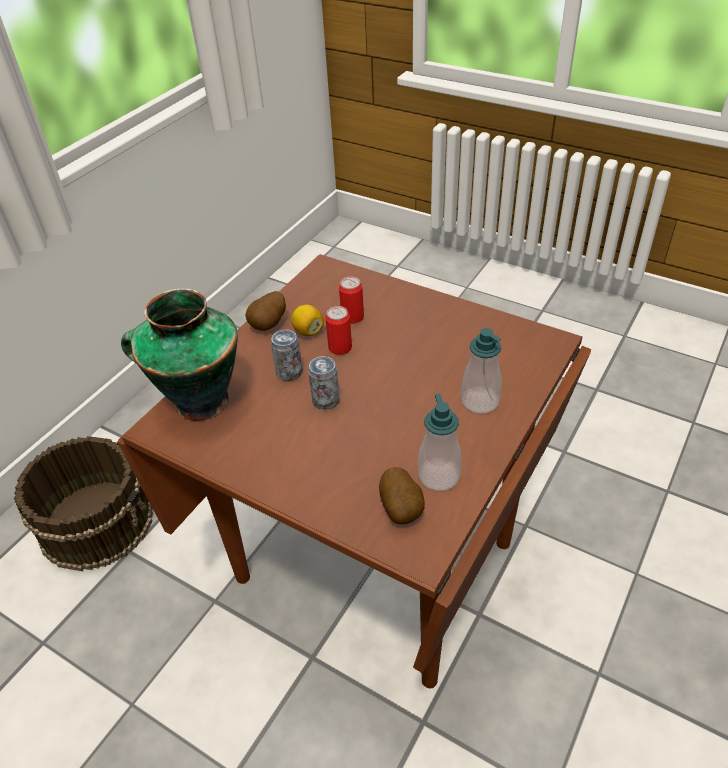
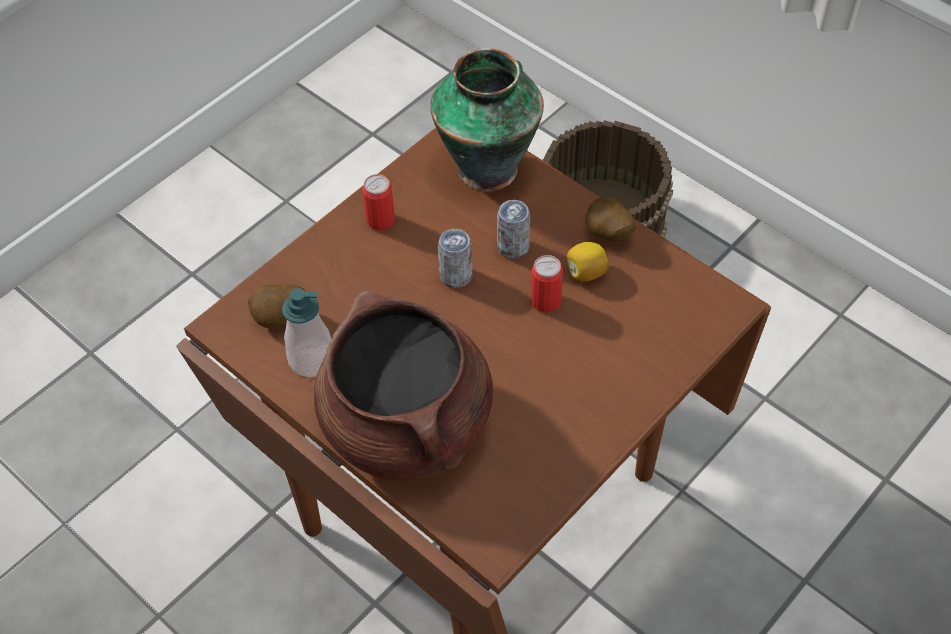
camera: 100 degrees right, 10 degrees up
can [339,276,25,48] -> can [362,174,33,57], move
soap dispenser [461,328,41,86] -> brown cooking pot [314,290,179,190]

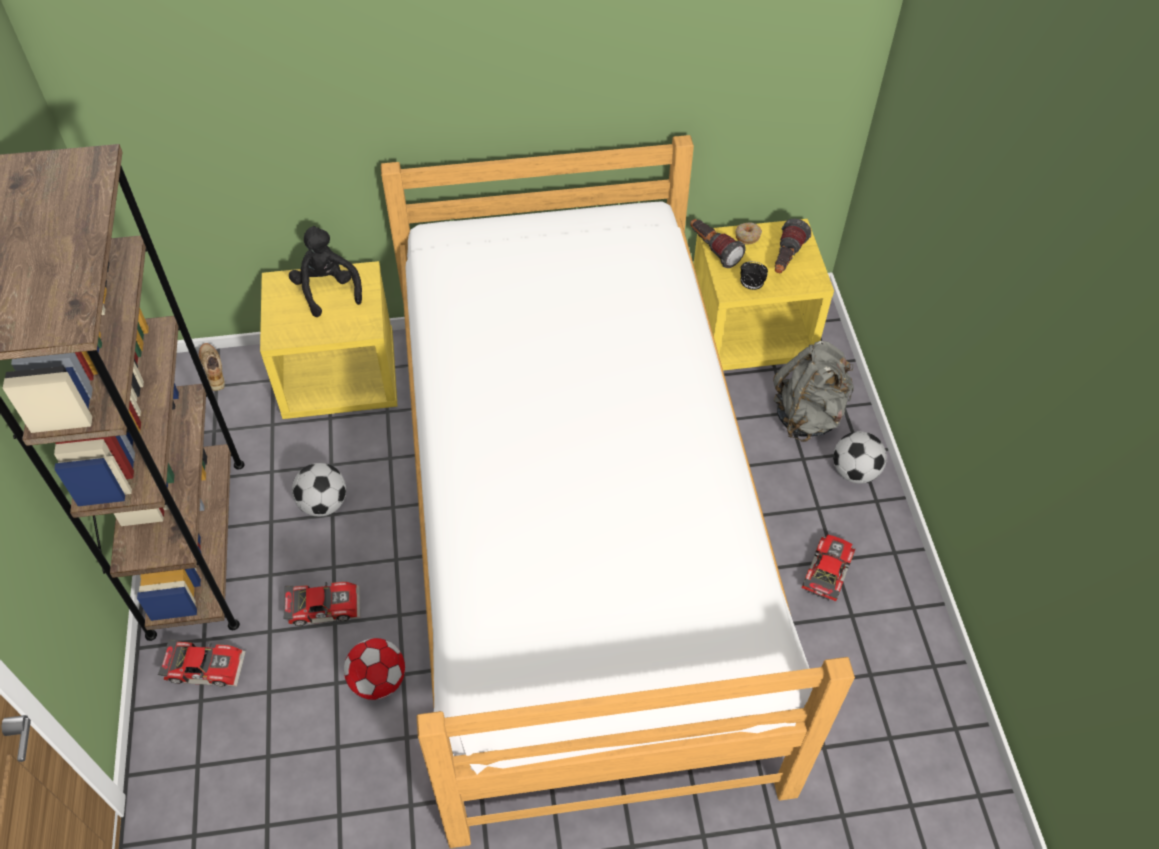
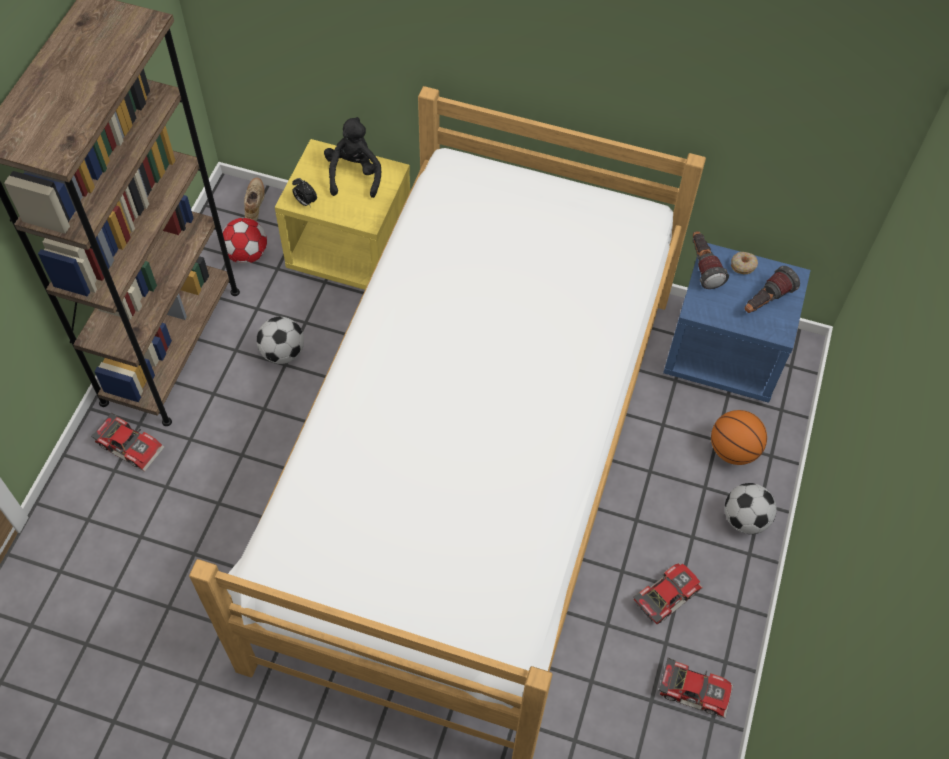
camera: 25 degrees right, 5 degrees up
yellow nightstand [694,219,140,152] -> blue nightstand [663,243,148,160]
alarm clock [741,261,27,29] -> alarm clock [292,178,25,29], move
grey backpack [773,341,81,101] -> basketball [711,410,56,55]
toy car [283,582,77,44] -> toy car [659,658,74,60], move
football [344,638,61,62] -> football [222,218,45,46], move

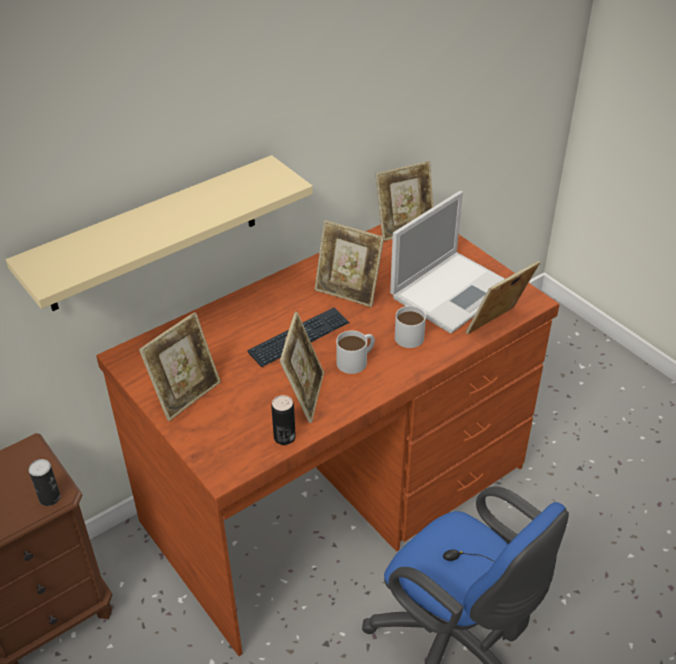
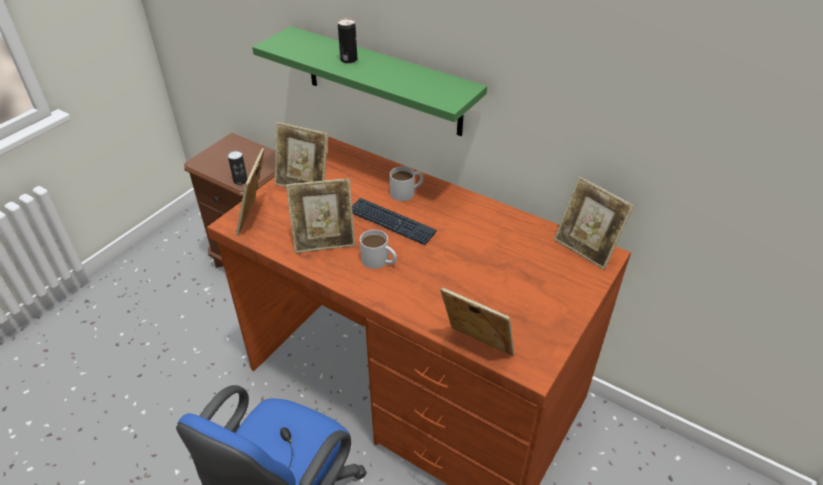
camera: 70 degrees right, 0 degrees up
beige shelf [6,155,307,156] -> green shelf [252,26,235,110]
laptop [390,191,115,143] -> none
picture frame [315,220,69,87] -> picture frame [236,148,28,88], move
white mug [395,304,31,44] -> white mug [390,166,33,35], move
can [271,395,25,50] -> can [338,18,19,46], move

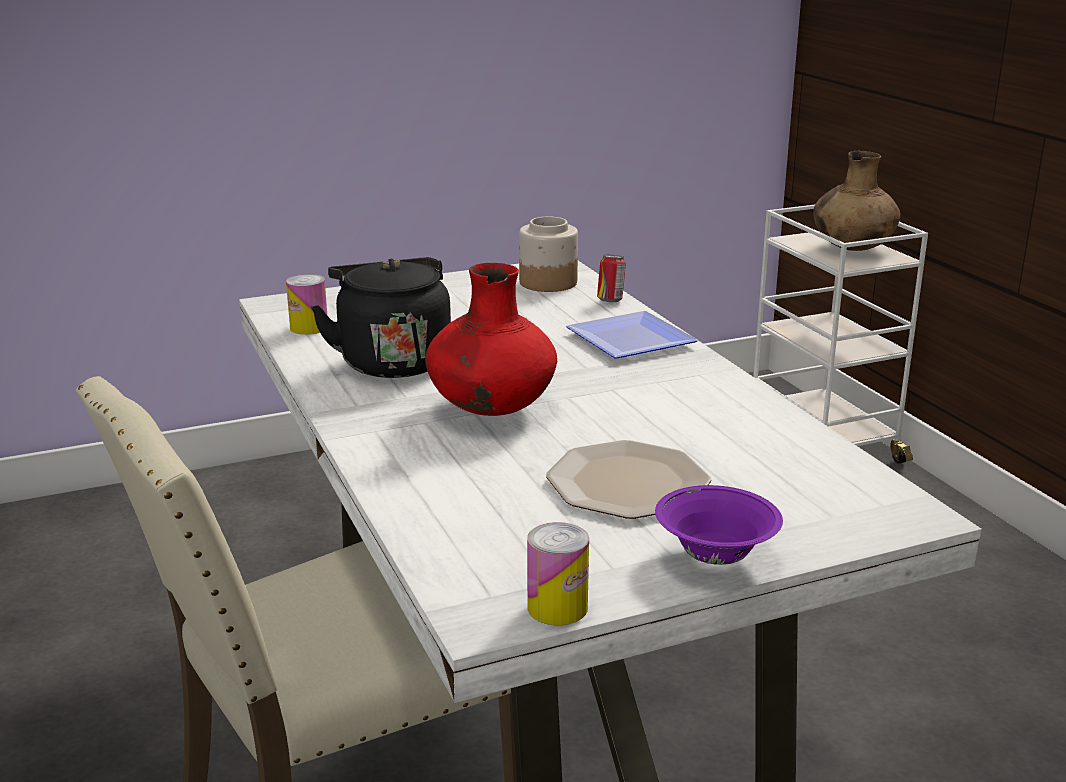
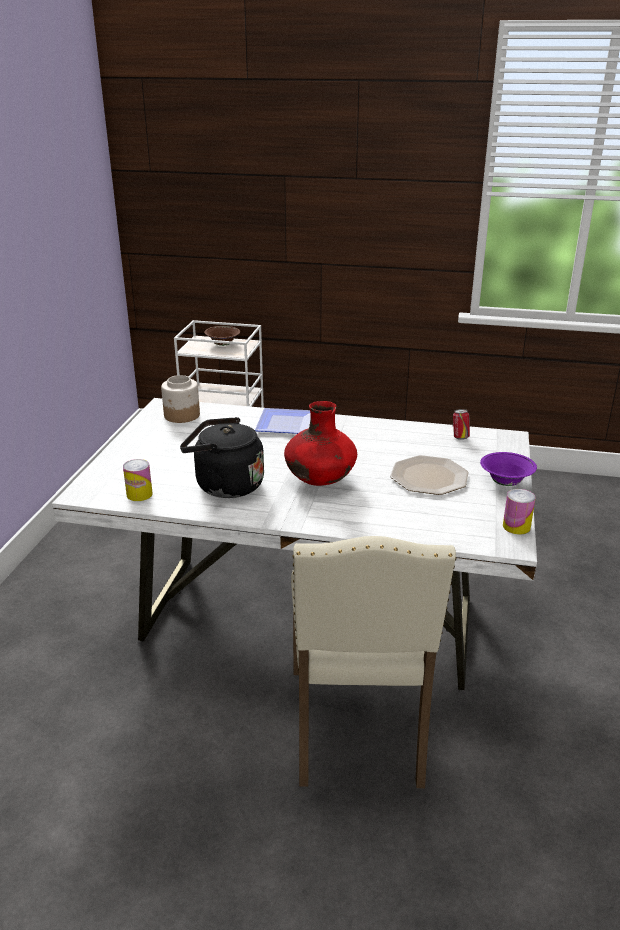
camera: 55 degrees left, 5 degrees up
brown vase [813,151,87,100] -> brown bowl [204,326,36,20]
can [597,255,29,47] -> can [453,409,17,31], move

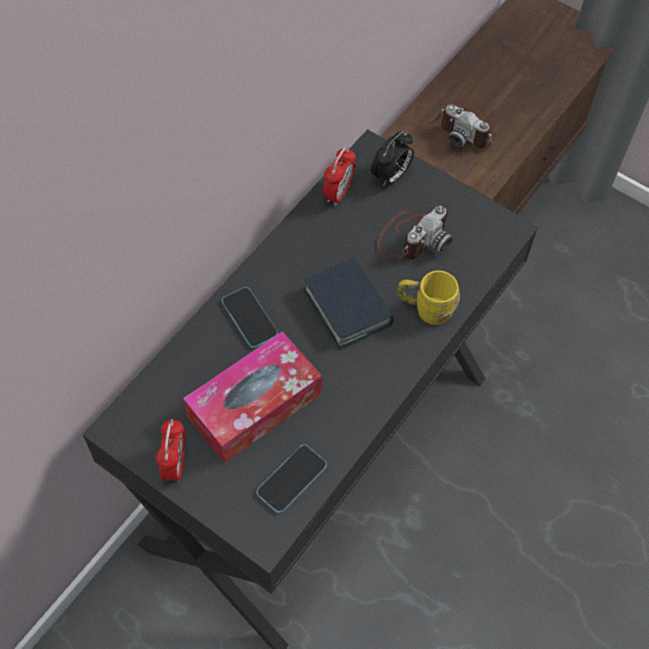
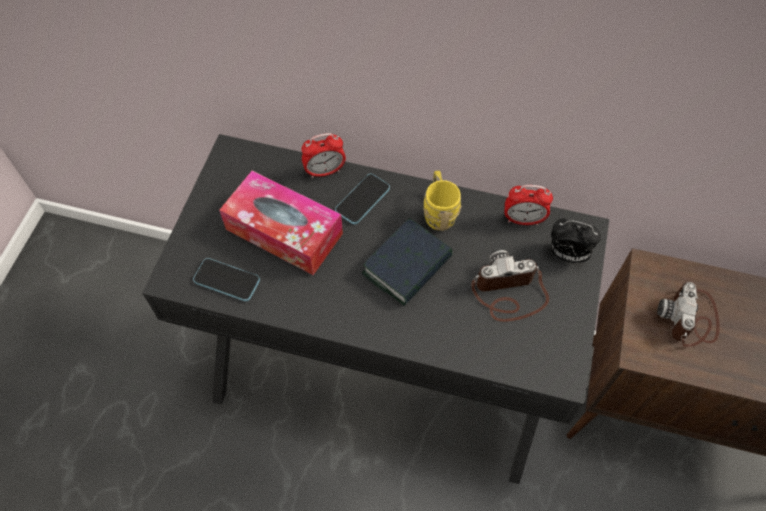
camera: 70 degrees right, 0 degrees up
photo camera [377,206,76,54] -> photo camera [471,249,78,73], 150 degrees clockwise
yellow mug [397,271,63,54] -> yellow mug [423,171,39,60], move
alarm clock [156,419,30,63] -> alarm clock [301,133,45,45], move

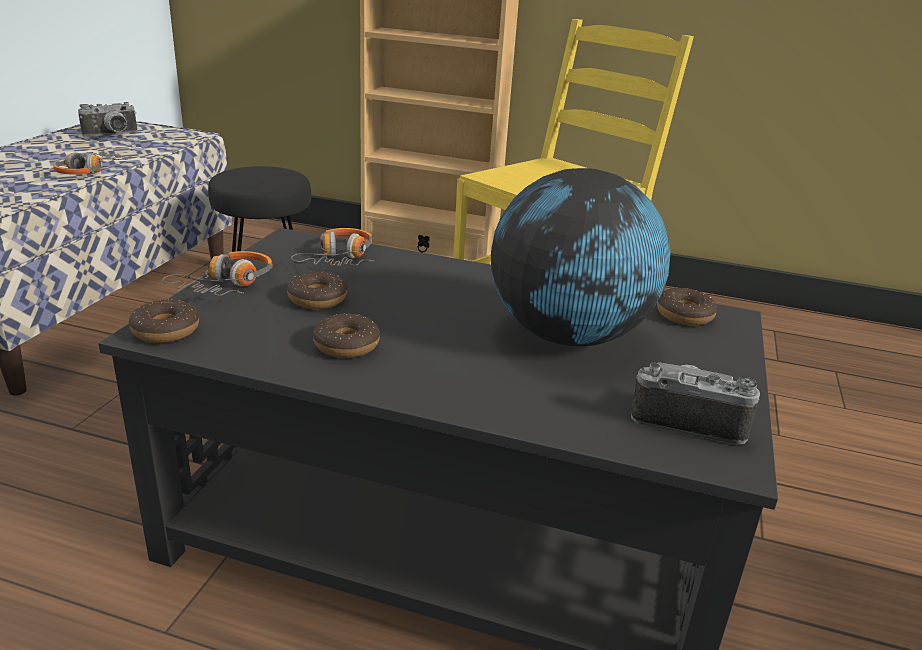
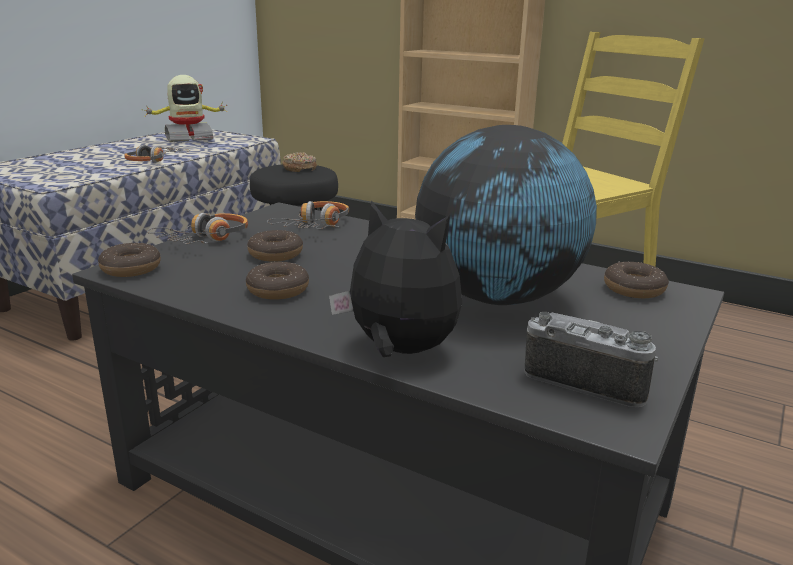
camera: 15 degrees right, 5 degrees down
photo camera [78,102,59,35] -> toy robot [145,75,82,67]
none -> donut [282,152,35,20]
none -> plush toy [329,200,133,157]

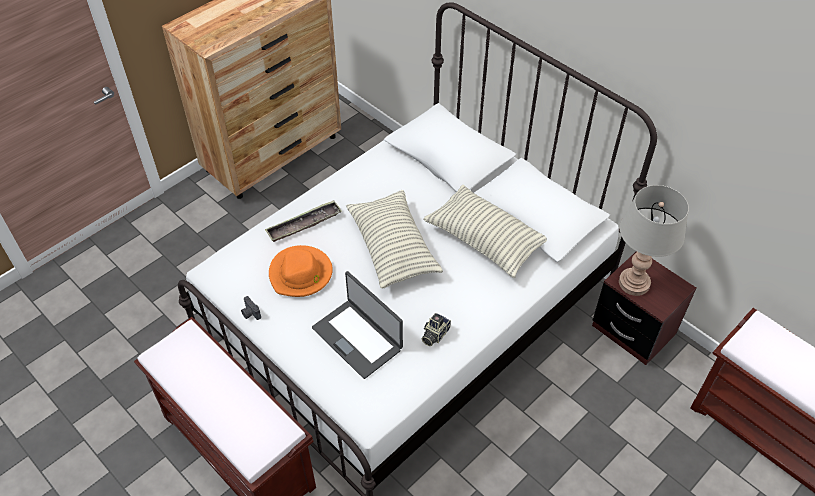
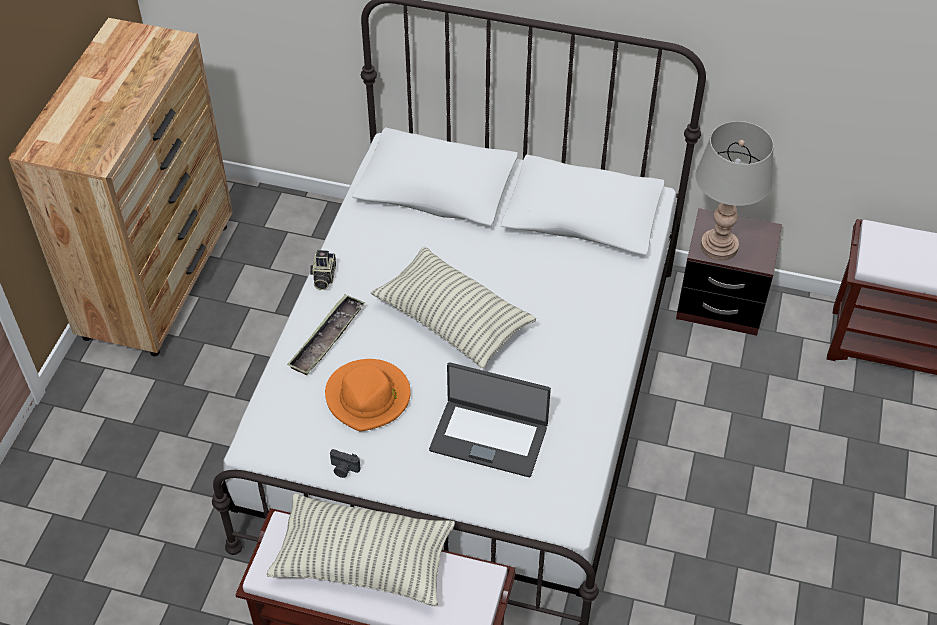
camera: 30 degrees left, 0 degrees up
pillow [423,185,124,93] -> pillow [267,494,188,112], move
photo camera [422,313,29,33] -> photo camera [310,250,26,40], move

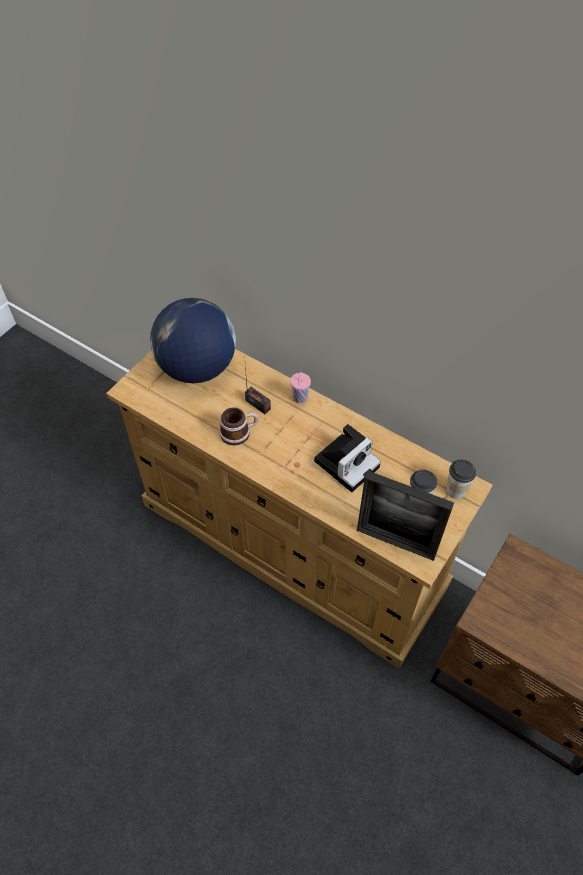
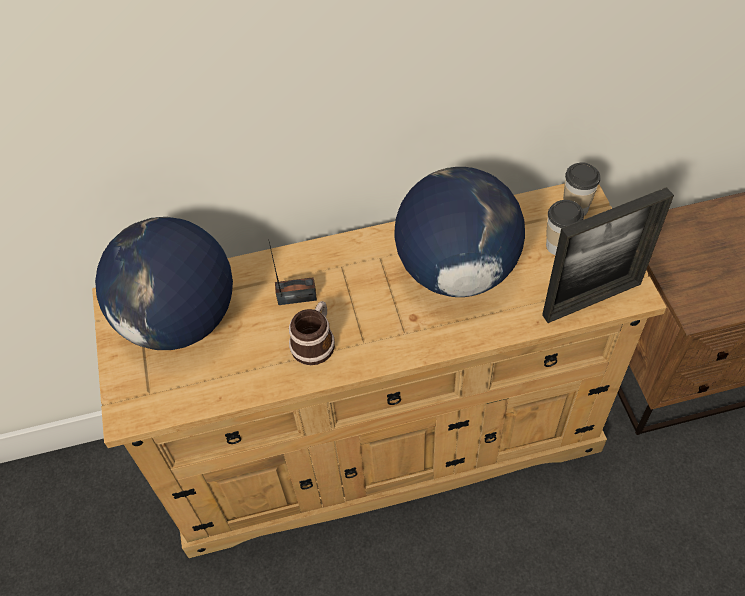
camera: 45 degrees left, 0 degrees up
pink cup [290,372,21,31] -> none
photo camera [314,424,67,68] -> globe [394,167,131,130]

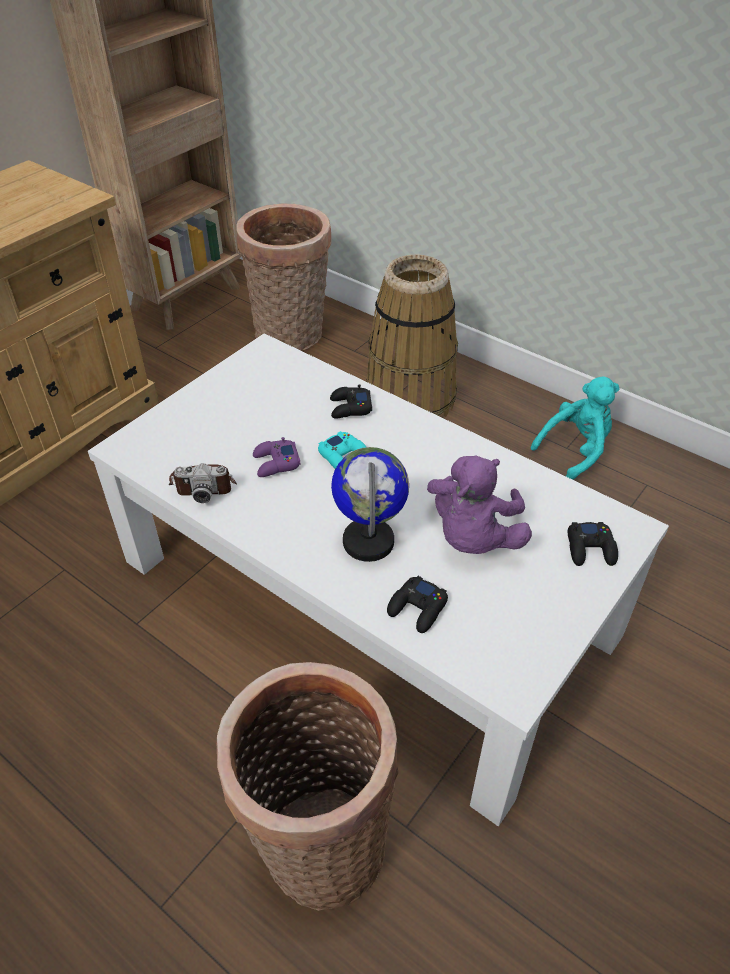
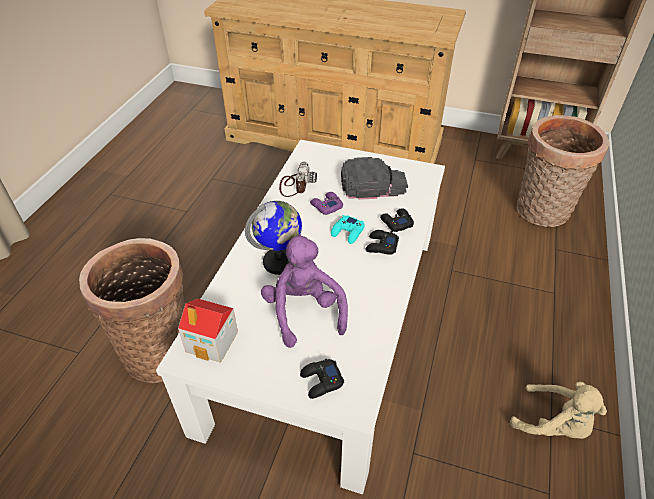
camera: 70 degrees right, 0 degrees up
basket [366,254,92,163] -> none
turquoise plush toy [531,376,89,104] -> beige plush toy [510,381,97,58]
purple plush toy [427,455,105,99] -> purple plush toy [261,234,87,114], 75 degrees clockwise
photo camera [168,463,69,40] -> photo camera [279,161,38,36], 150 degrees counterclockwise
black game controller [387,576,61,57] -> black game controller [365,230,34,25], move
none -> black cap [341,157,67,43]
none -> toy house [178,299,60,64]

